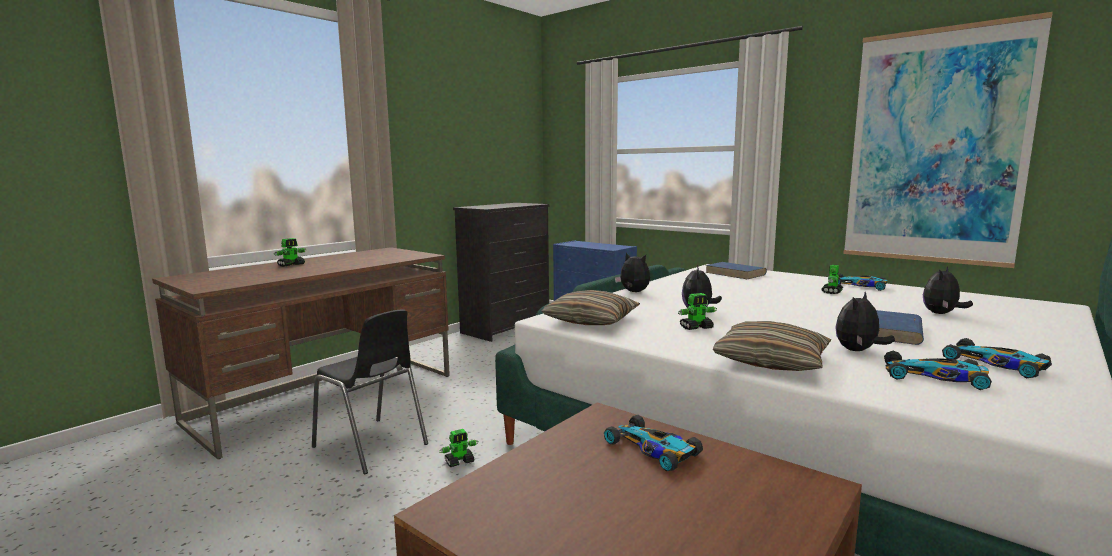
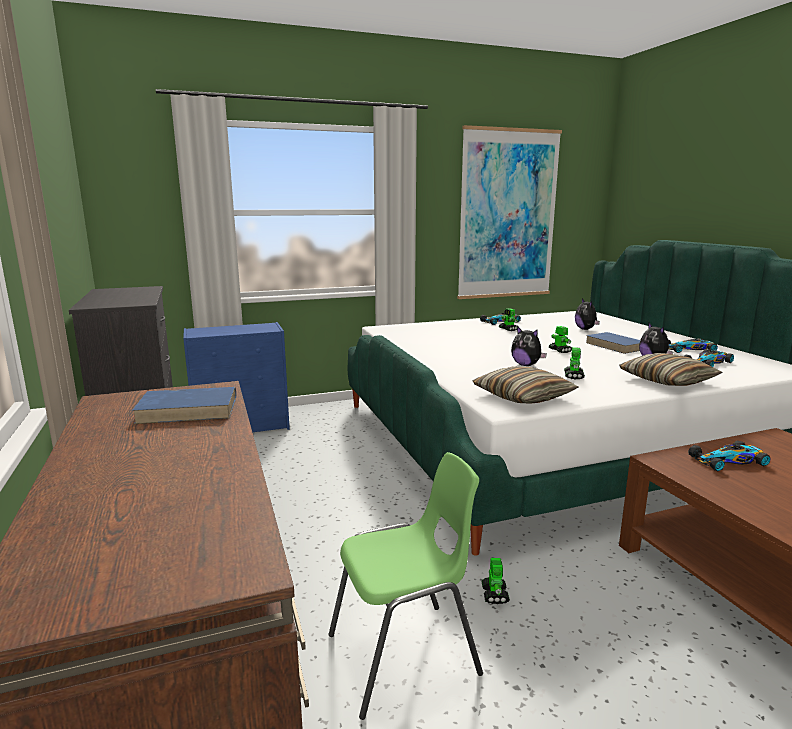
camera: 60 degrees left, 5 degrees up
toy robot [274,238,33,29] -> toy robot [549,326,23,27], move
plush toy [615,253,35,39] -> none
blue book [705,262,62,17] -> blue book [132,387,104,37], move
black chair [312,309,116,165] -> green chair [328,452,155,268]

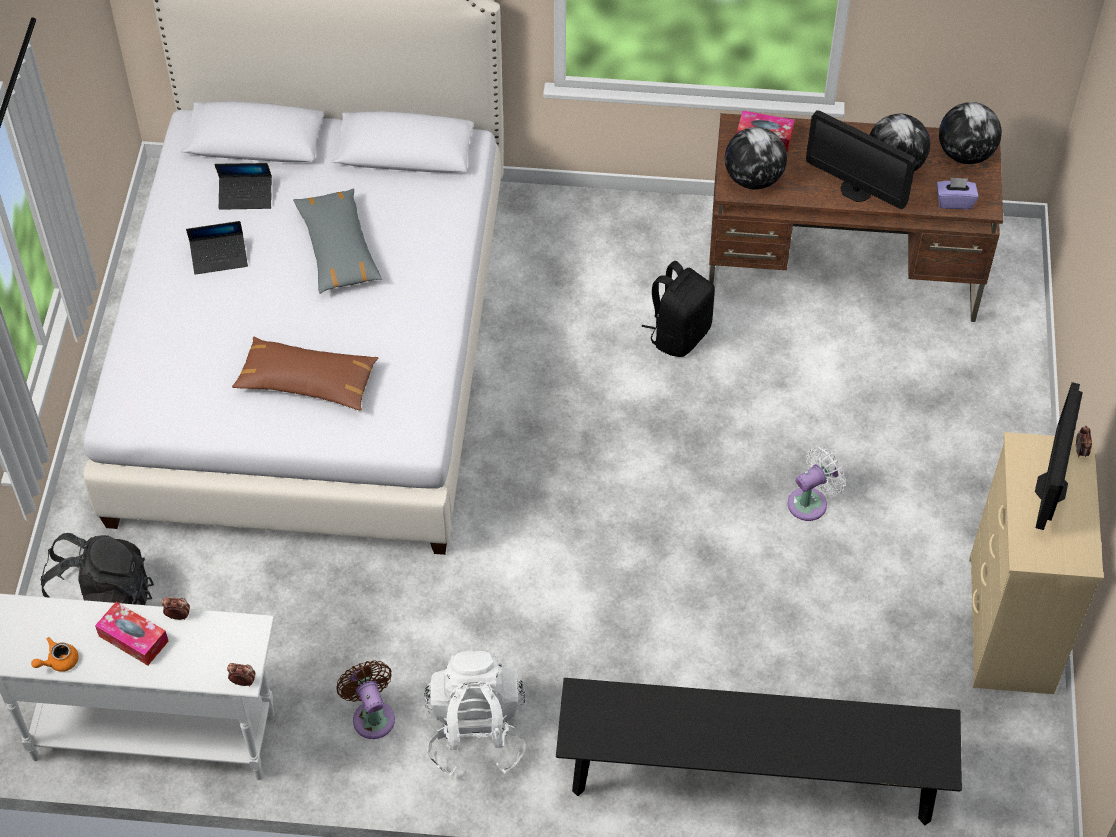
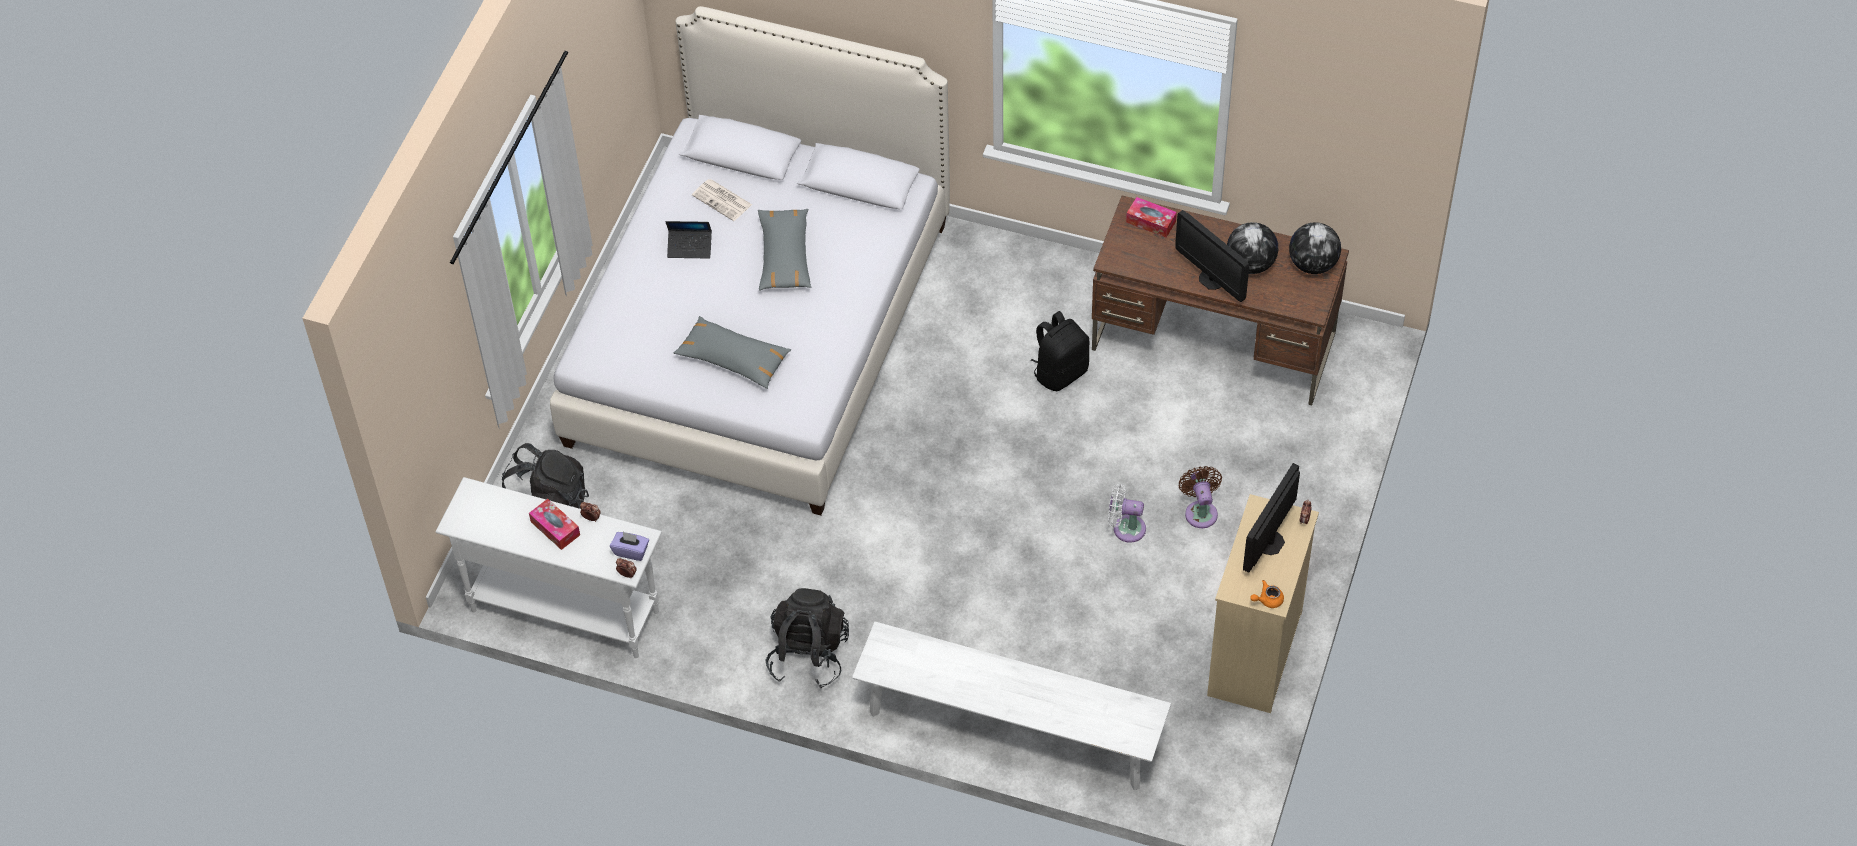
camera: 15 degrees right, 0 degrees up
globe [725,127,62,63] -> none
laptop [214,163,58,47] -> newspaper [692,179,60,42]
purple tissue box [936,177,43,32] -> purple tissue box [610,532,39,29], move
brown pillow [232,337,146,73] -> grey pillow [674,316,117,73]
white fan [788,446,58,75] -> white fan [1108,484,38,59], 150 degrees counterclockwise
orange teapot [31,637,48,35] -> orange teapot [1250,580,34,28], move
white backpack [424,651,102,124] -> black backpack [765,588,84,100]
brown fan [336,660,59,79] -> brown fan [1178,466,44,62], move
black bench [556,678,406,147] -> white bench [852,622,319,168]

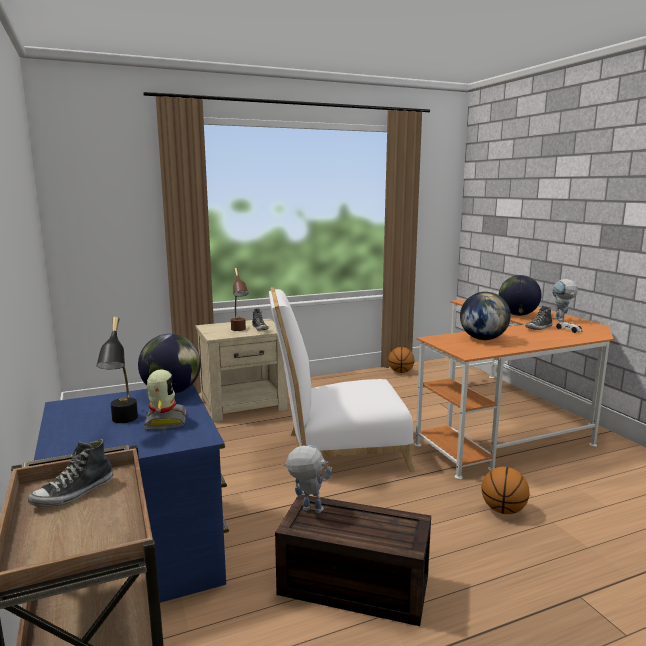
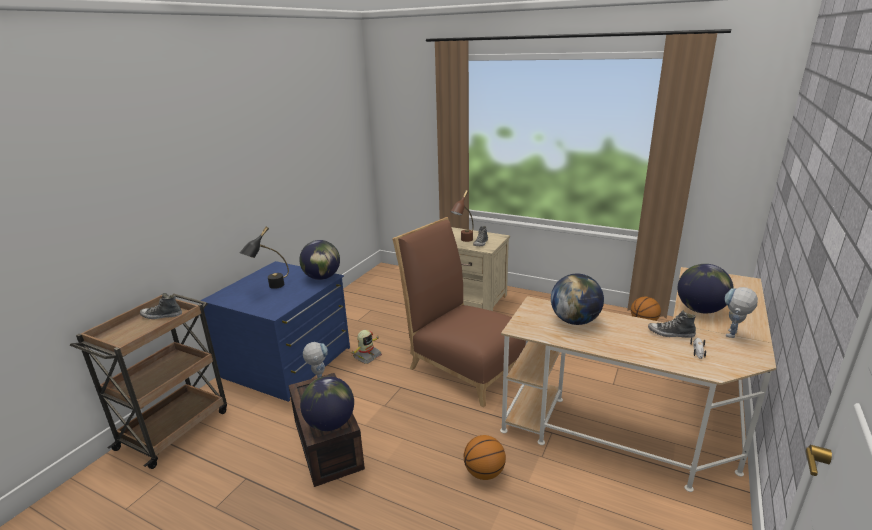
camera: 50 degrees right, 10 degrees up
white chair [269,287,146,185] -> brown chair [392,217,134,190]
orange desk [414,299,200,180] -> beige desk [500,267,276,225]
toy robot [144,369,43,60] -> toy robot [351,330,31,34], move
none -> globe [300,376,54,55]

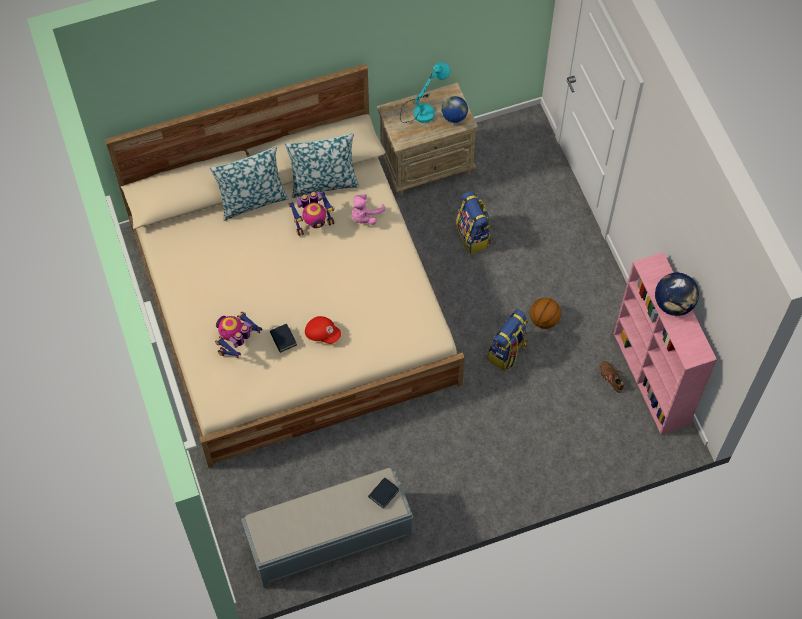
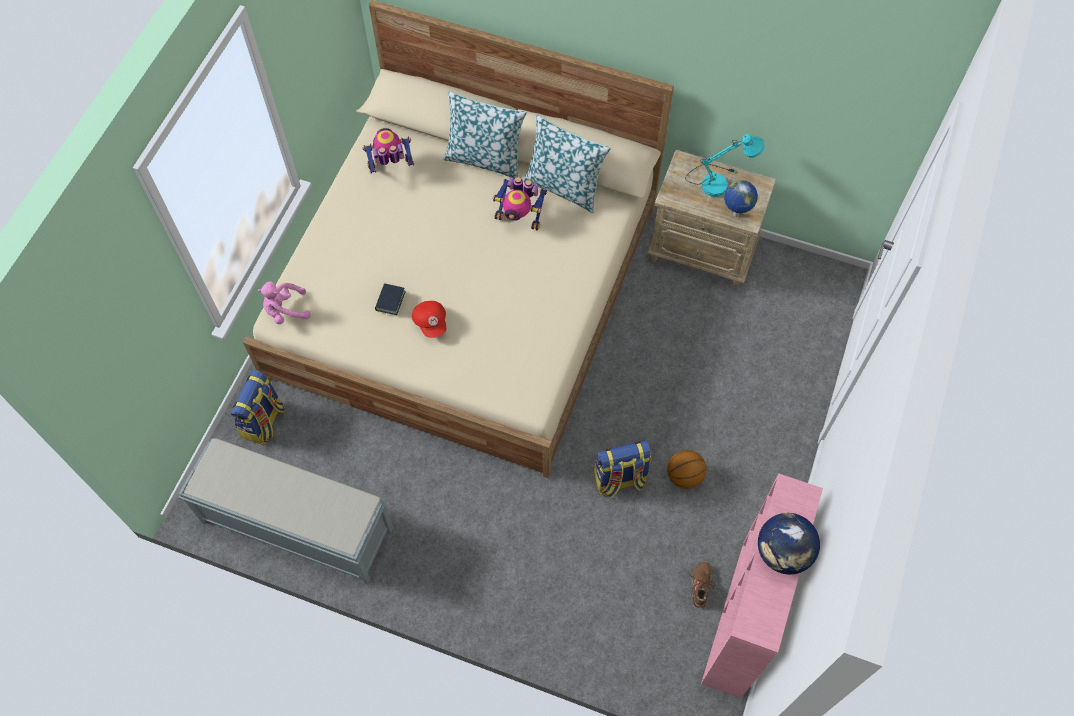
camera: 40 degrees right, 0 degrees up
backpack [456,191,35,63] -> backpack [231,370,54,75], move
pink plush toy [352,194,33,31] -> pink plush toy [258,281,53,43], move
toy robot [215,312,48,46] -> toy robot [362,128,52,46], move
book [368,477,32,32] -> none

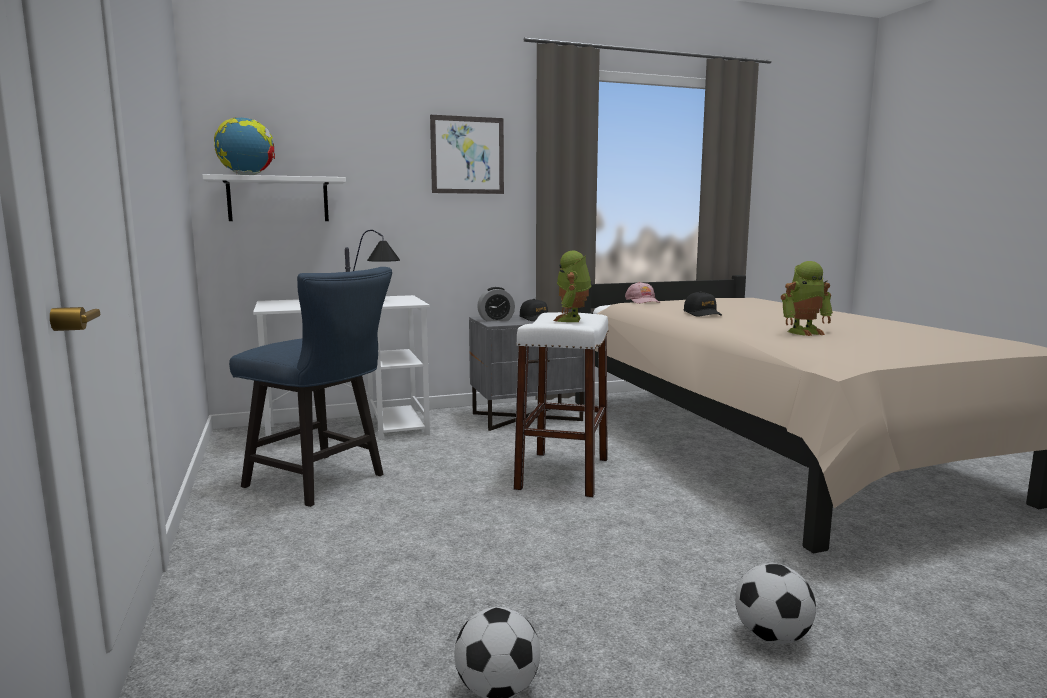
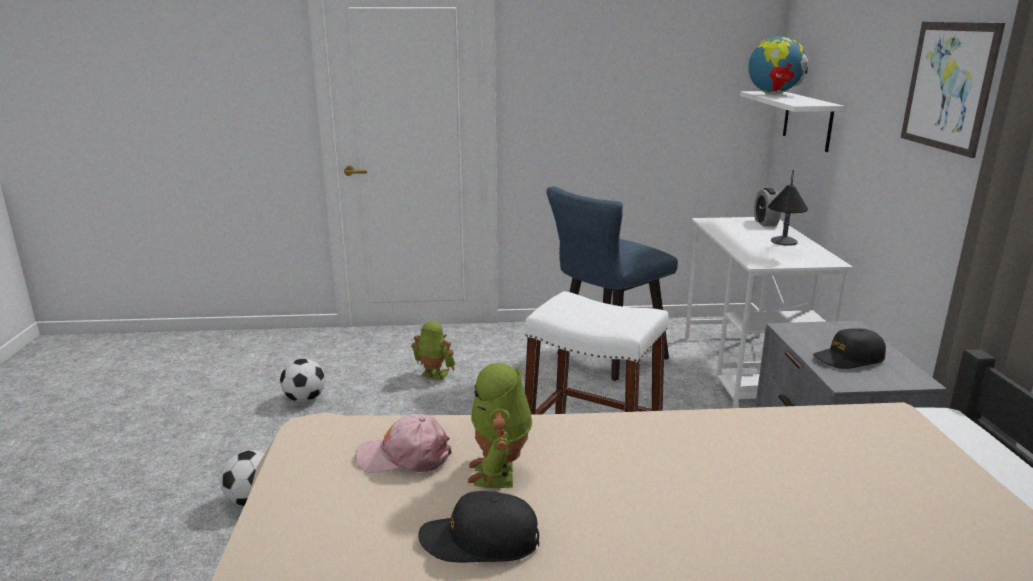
camera: 105 degrees right, 10 degrees up
toy robot [554,251,37,71] -> toy robot [411,321,44,59], move
pink cap [625,282,35,22] -> pink cap [356,414,96,59], move
alarm clock [477,287,38,35] -> alarm clock [754,188,27,38], move
black cap [684,291,38,25] -> black cap [418,491,121,71], move

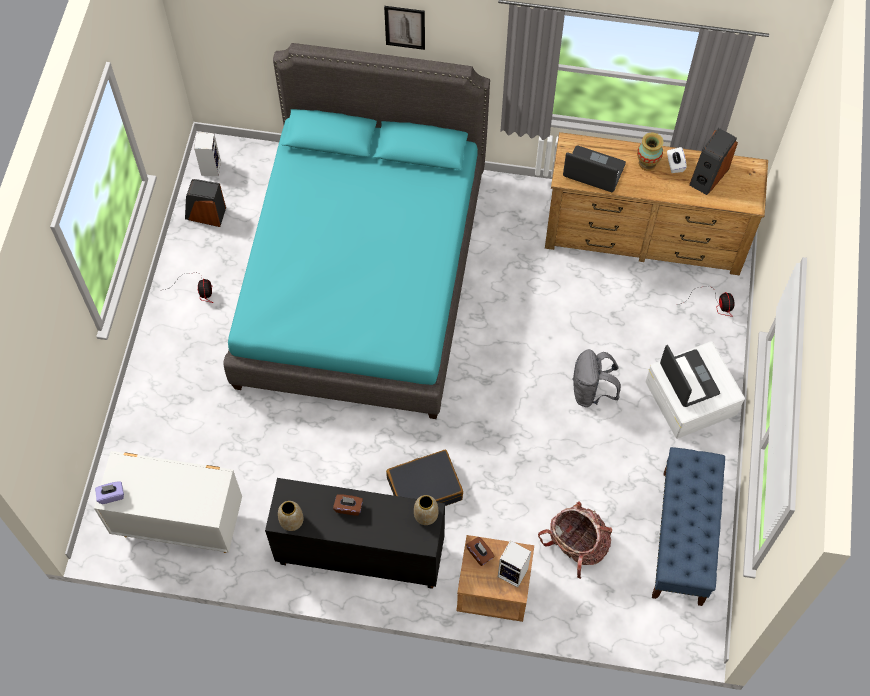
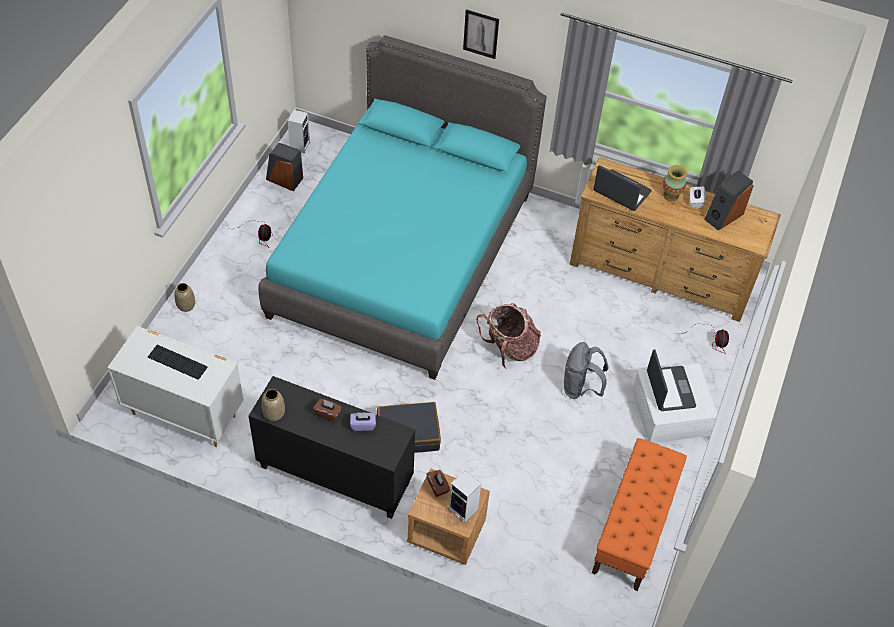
camera: 10 degrees right, 10 degrees down
blue bench [652,447,73,159] -> orange bench [592,438,95,153]
purple tissue box [95,481,29,23] -> purple tissue box [350,413,26,18], move
vase [414,495,24,30] -> vase [174,283,21,29], move
backpack [538,502,74,77] -> backpack [477,303,64,65], move
none -> keyboard [148,345,60,35]

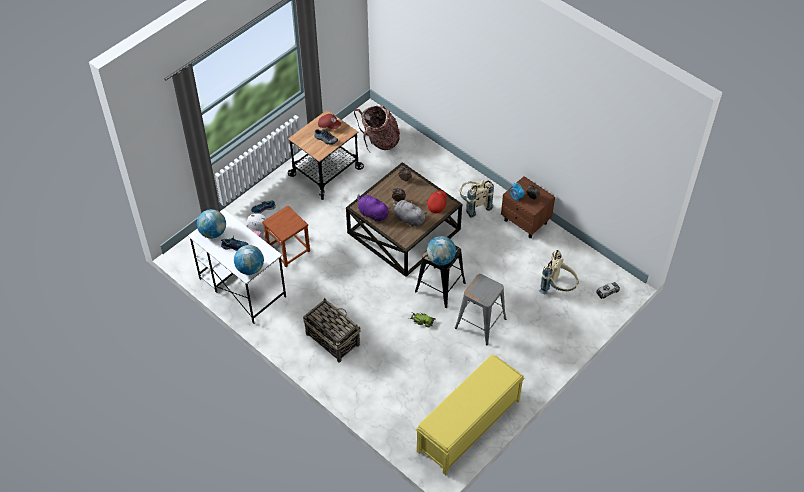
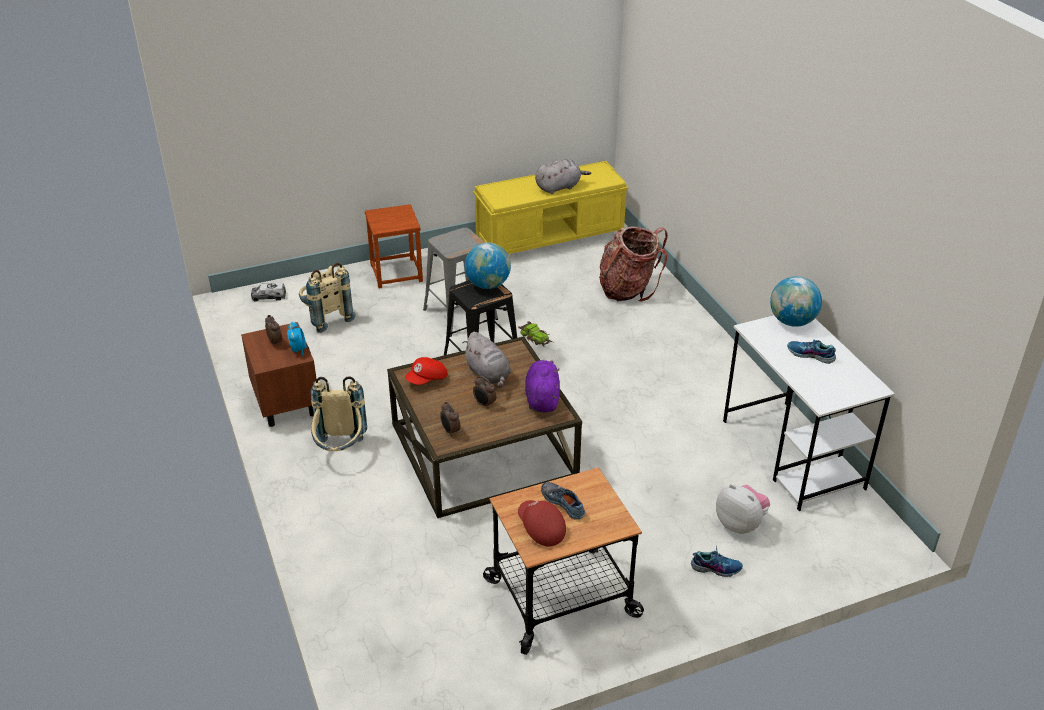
camera: 155 degrees left, 15 degrees down
backpack [354,106,46,47] -> backpack [599,226,69,76], move
purple plush toy [357,194,33,28] -> purple plush toy [525,360,35,53], 150 degrees counterclockwise
brown stool [262,206,48,61] -> brown stool [365,204,58,84], move
globe [197,209,29,29] -> none
basket [303,298,58,65] -> none
none -> grey plush toy [535,159,56,35]

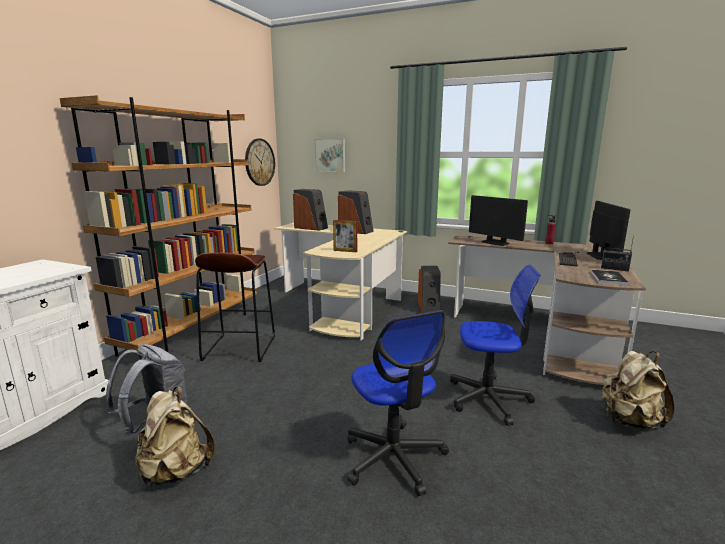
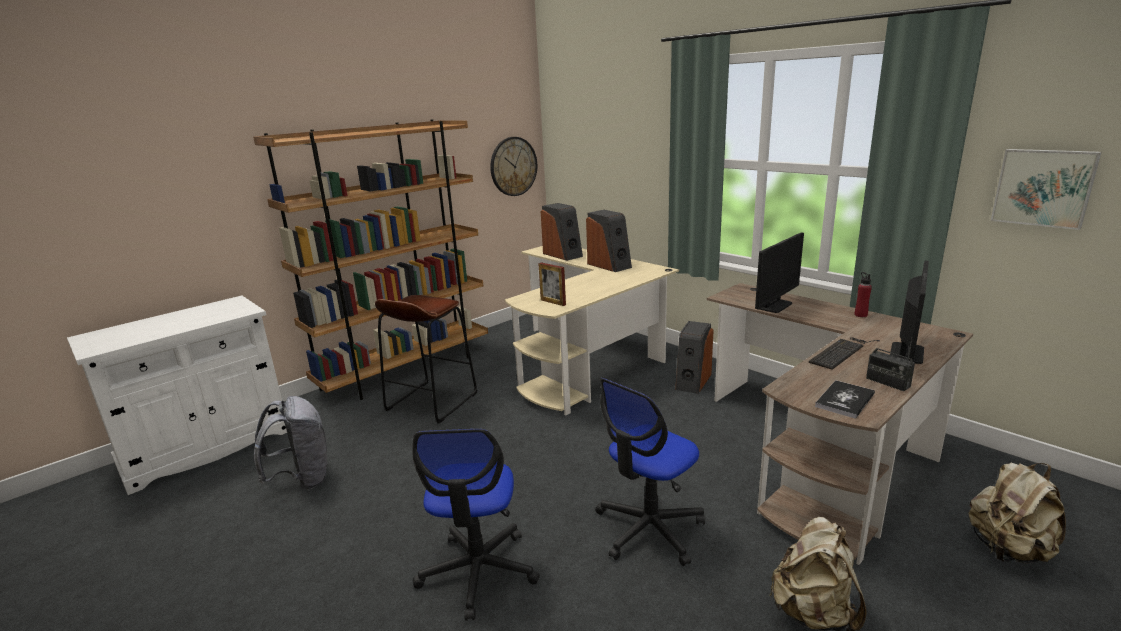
camera: 25 degrees right, 5 degrees up
picture [314,138,31,34] -> picture [991,149,110,81], move
monitor [469,195,59,51] -> monitor [755,233,49,80], 120 degrees counterclockwise
office chair [450,265,91,161] -> office chair [595,378,110,188], 105 degrees clockwise
beige backpack [135,387,80,100] -> beige backpack [968,463,98,101], move

